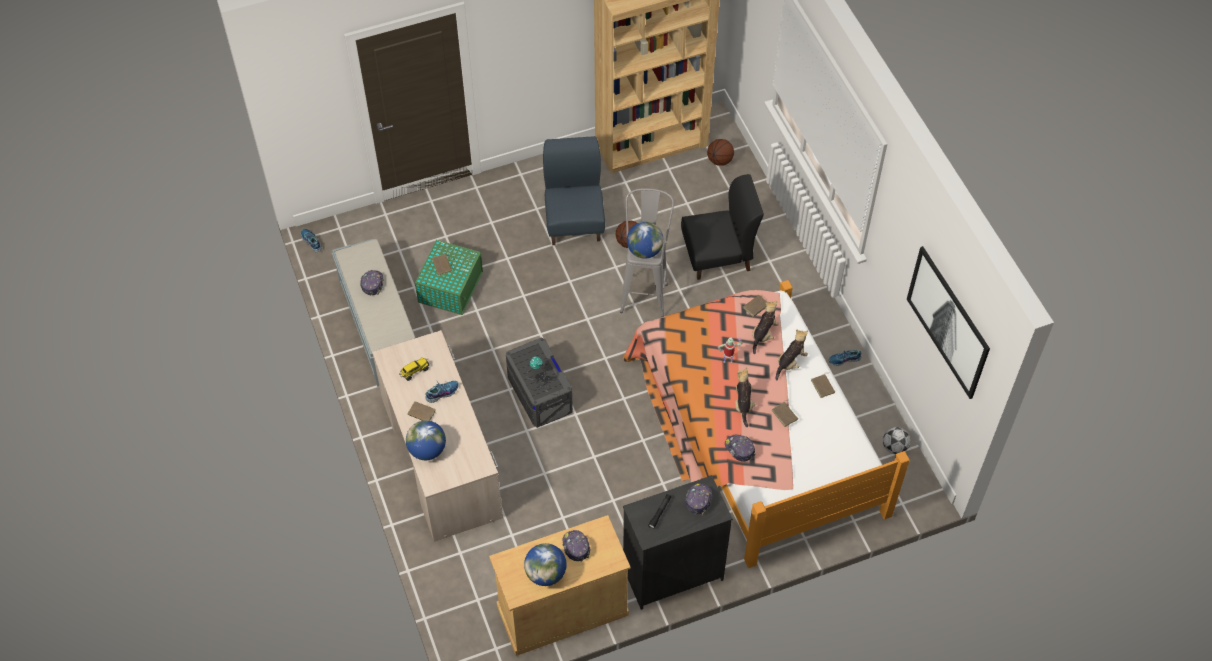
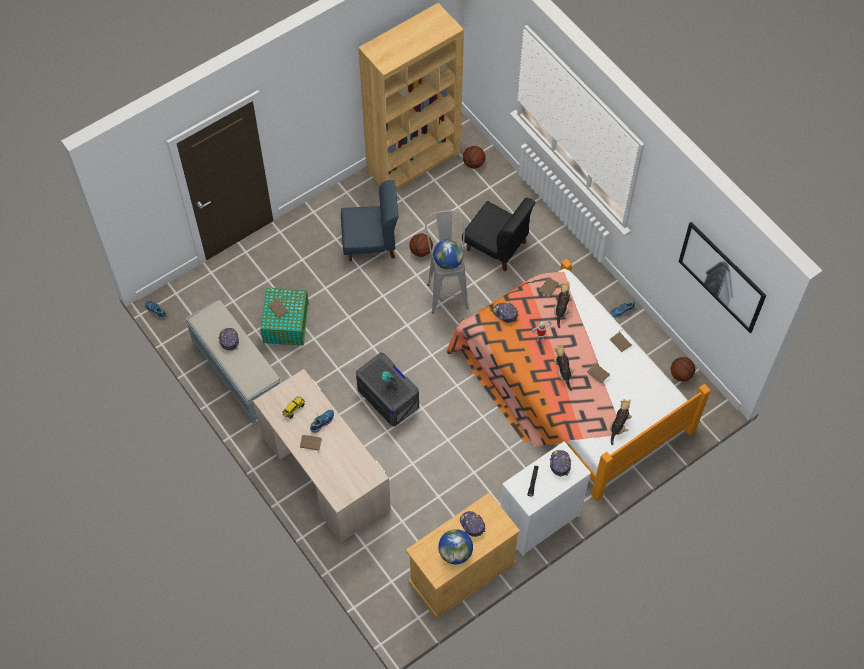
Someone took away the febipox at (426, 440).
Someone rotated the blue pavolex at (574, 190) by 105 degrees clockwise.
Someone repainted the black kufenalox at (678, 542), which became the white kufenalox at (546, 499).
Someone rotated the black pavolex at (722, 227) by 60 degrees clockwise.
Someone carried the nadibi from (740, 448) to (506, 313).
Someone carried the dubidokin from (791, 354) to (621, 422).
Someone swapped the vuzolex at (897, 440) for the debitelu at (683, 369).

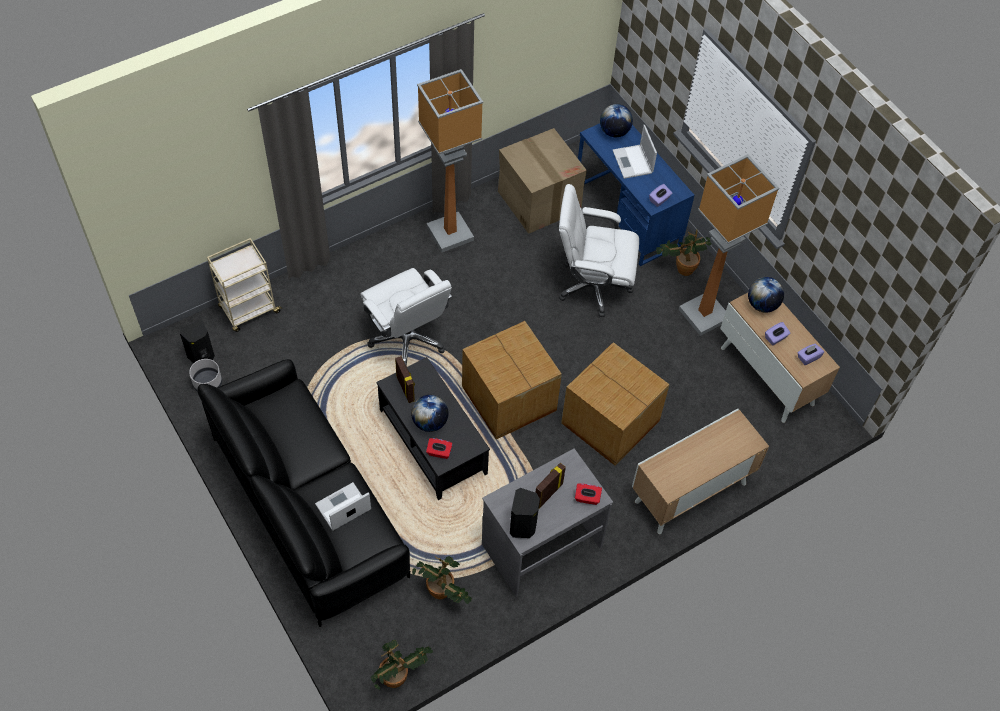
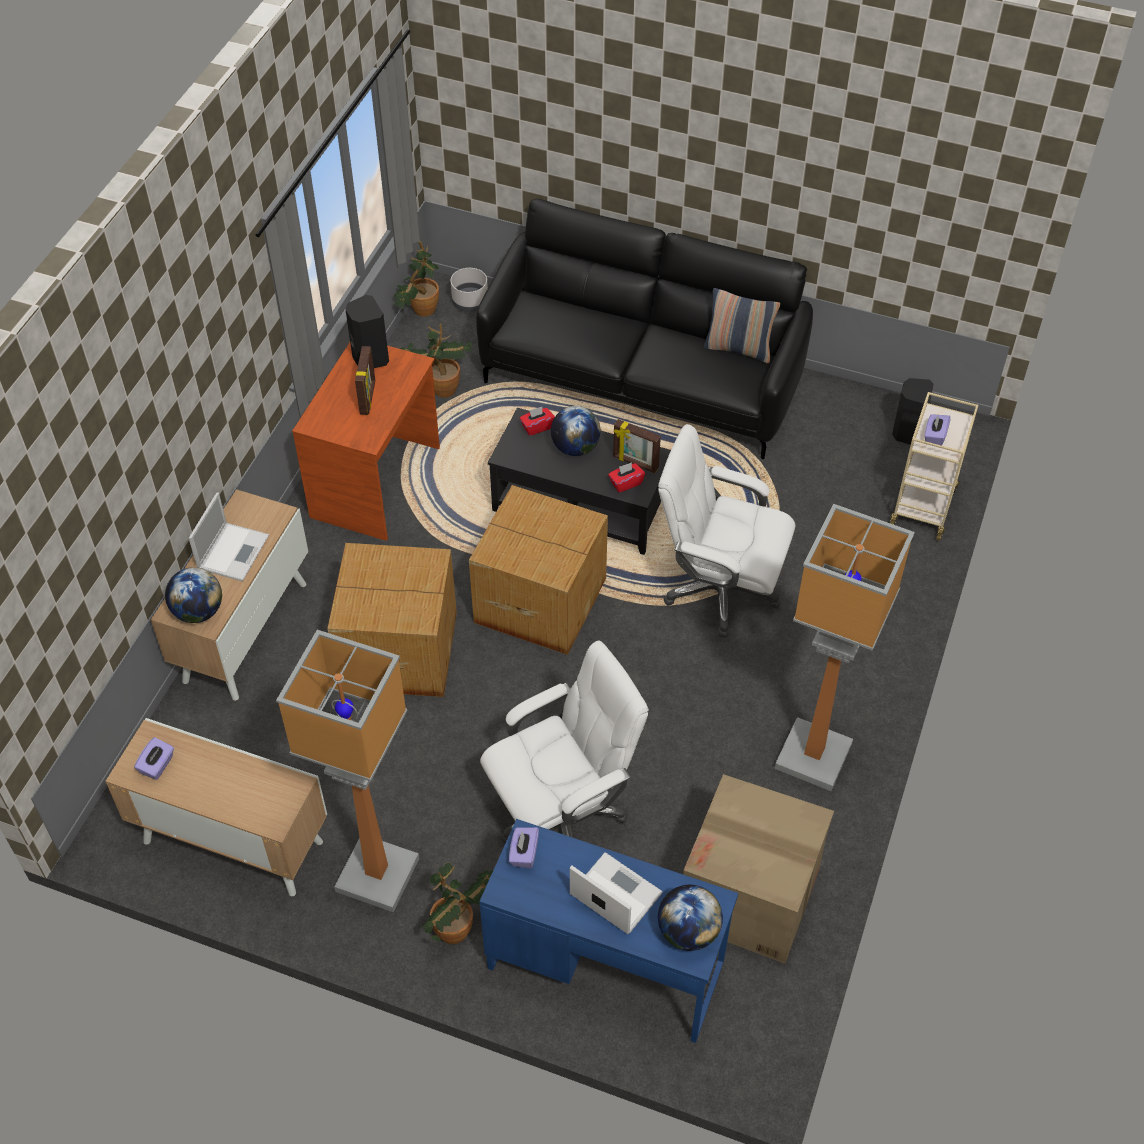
Someone carried the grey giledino from (205, 375) to (469, 290).
Someone carried the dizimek from (343, 506) to (229, 536).
Someone repainted the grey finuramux at (547, 522), which became the brown finuramux at (366, 441).
Someone carried the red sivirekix from (588, 494) to (626, 477).
Someone carried the febipox from (766, 295) to (193, 595).
Someone carried the purple sivirekix from (777, 333) to (937, 430).
Someone put down the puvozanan at (741, 325).

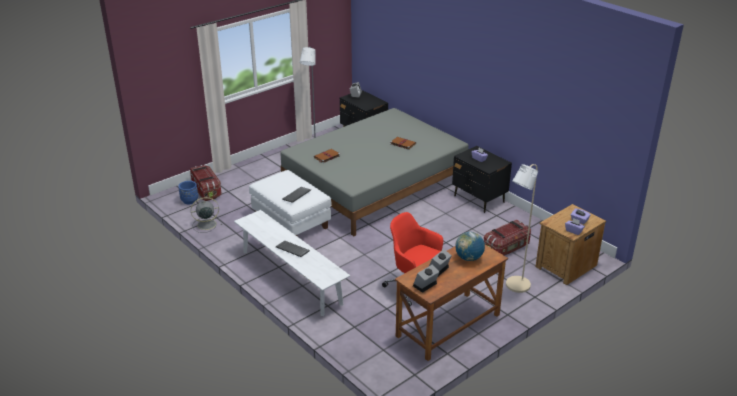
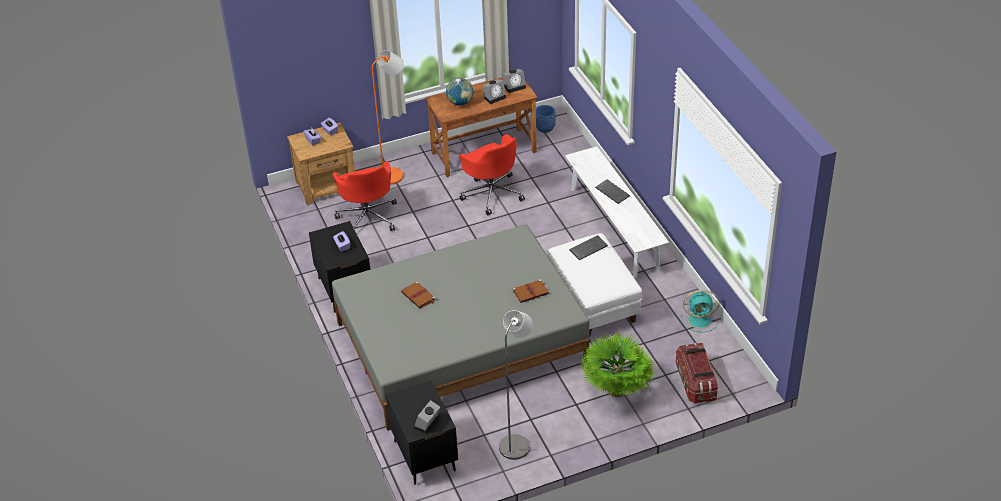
Someone carried the blue giledino from (188, 192) to (546, 119).
Someone repainted the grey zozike at (206, 215), which became the turquoise zozike at (700, 311).
Someone swapped the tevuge at (507, 238) for the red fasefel at (364, 196).
Someone repainted the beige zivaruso at (522, 228), which became the orange zivaruso at (388, 117).
Someone put down the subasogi at (617, 364).

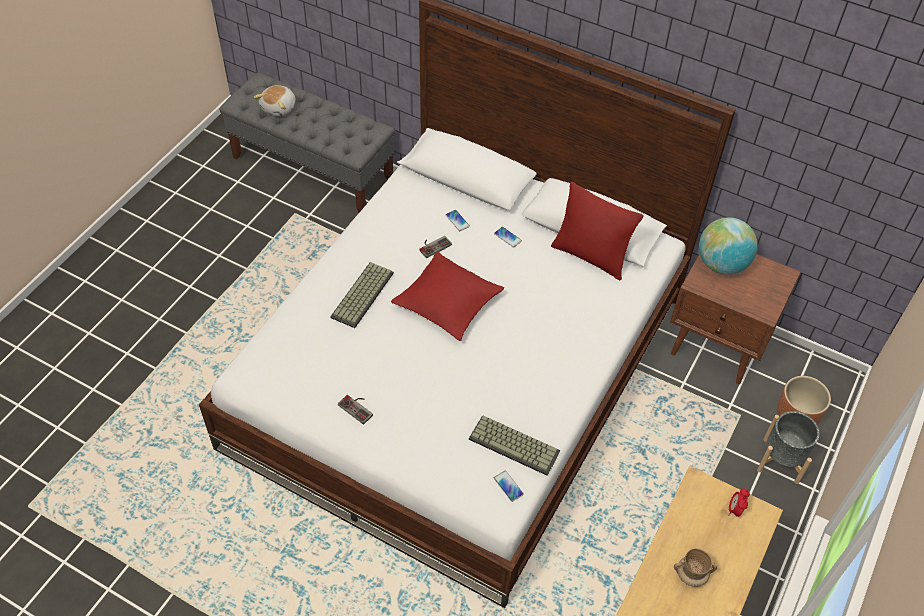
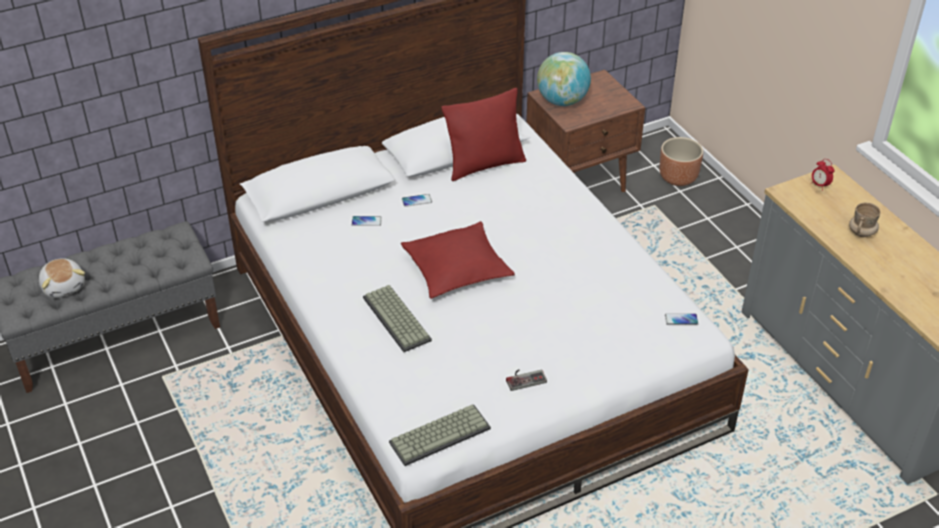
Someone took away the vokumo at (435, 247).
Someone carried the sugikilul from (514, 445) to (440, 435).
Someone took away the grey giledino at (788, 447).

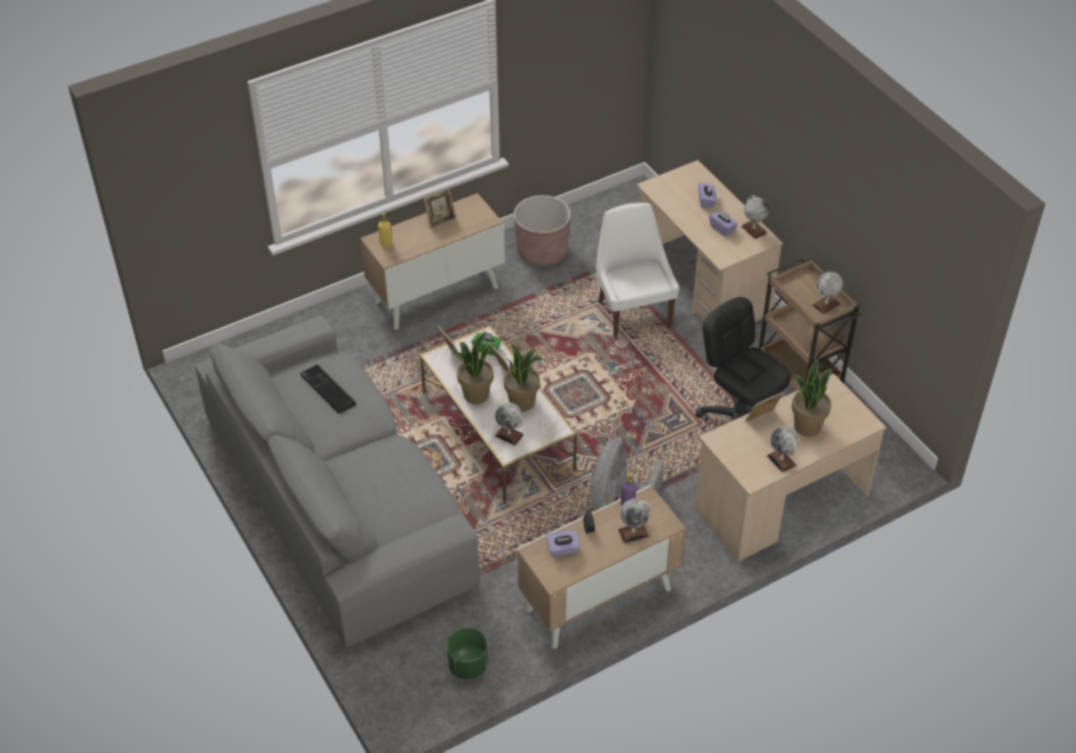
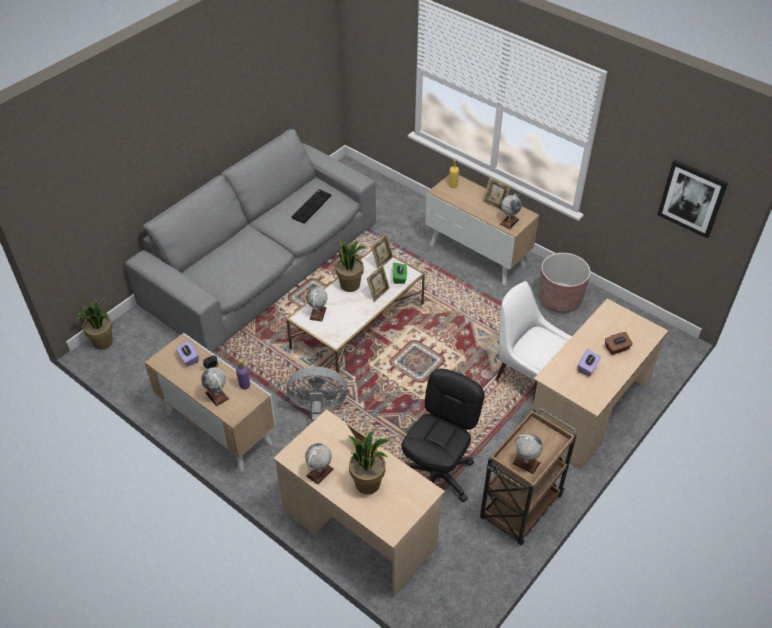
Someone took away the green giledino at (467, 653).
Someone carried the subasogi from (523, 377) to (94, 324).
Someone rotated the white pavolex at (637, 270) by 105 degrees counterclockwise.
Someone repainted the purple sivirekix at (707, 195), which became the brown sivirekix at (619, 343).
Someone carried the febipox from (755, 217) to (510, 211).
Someone put up the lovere at (692, 199).

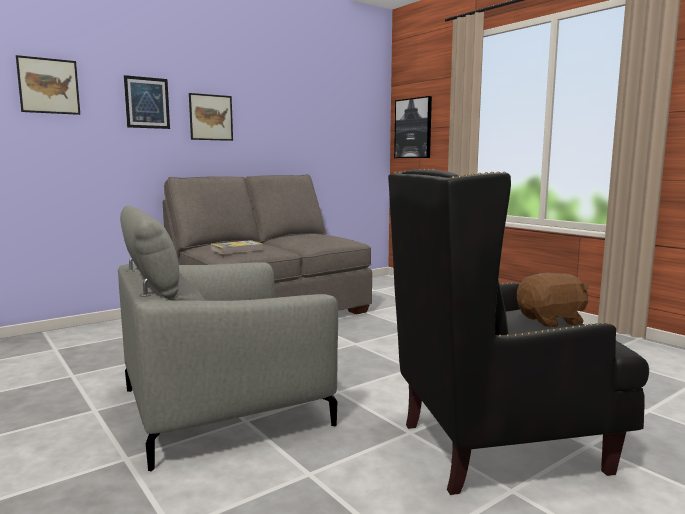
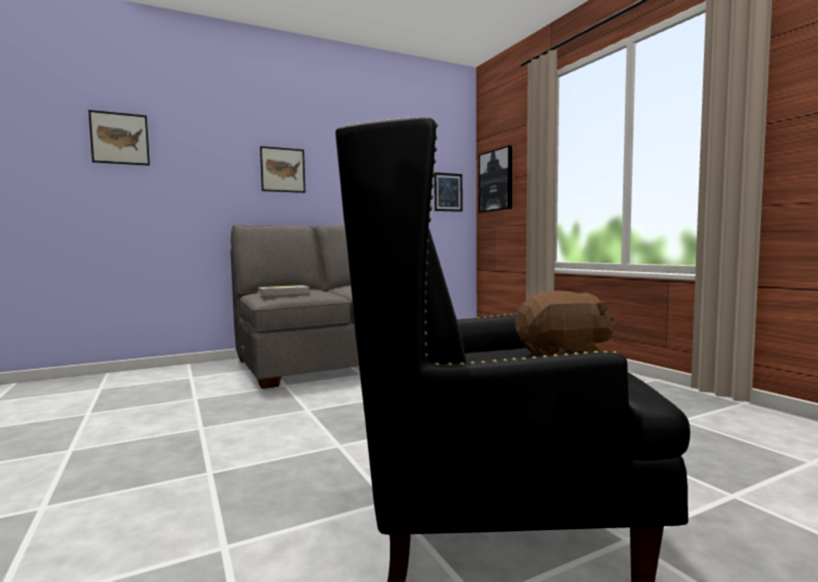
Someone took away the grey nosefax at (228, 338).
Someone carried the lovere from (147, 102) to (448, 192).

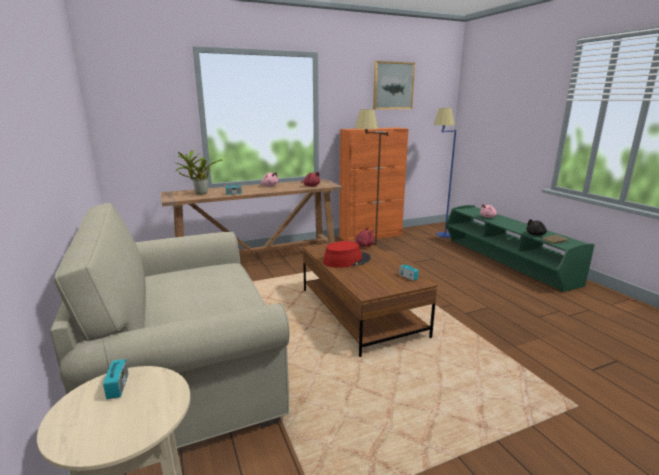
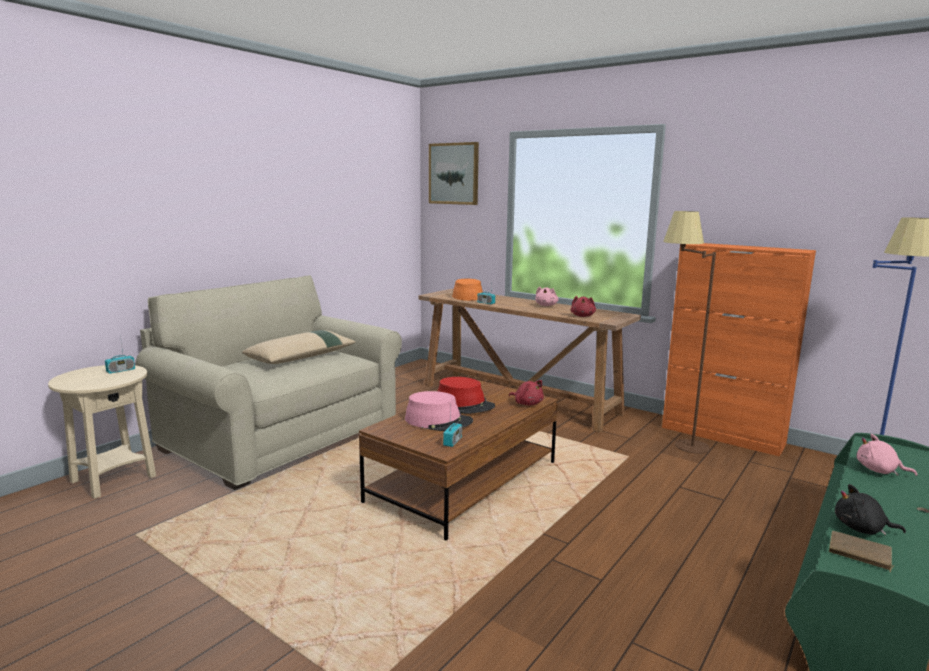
Someone swapped the subasogi at (199, 172) for the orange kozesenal at (467, 290).
Someone carried the lovere from (394, 85) to (454, 173).
Someone put down the beige puvozanan at (299, 347).
Someone put down the pink kozesenal at (439, 411).

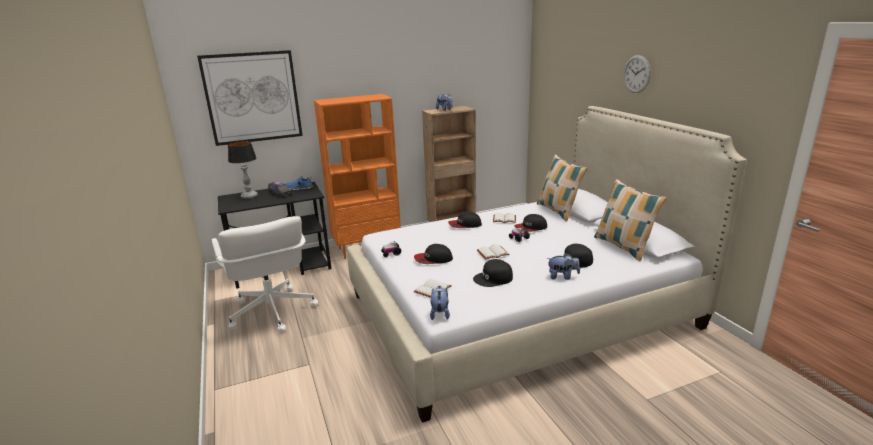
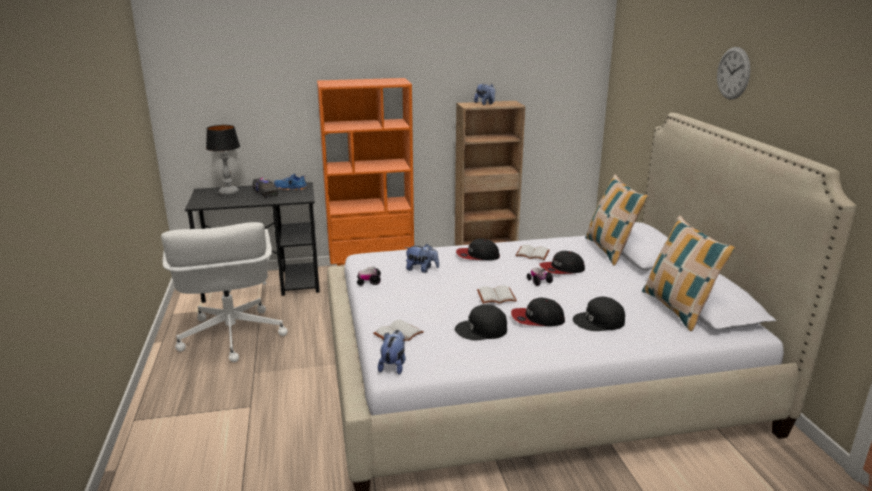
Someone took away the lovere at (250, 98).
Someone carried the nadibi from (433, 254) to (538, 312).
Someone carried the dubidokin from (563, 266) to (422, 258).

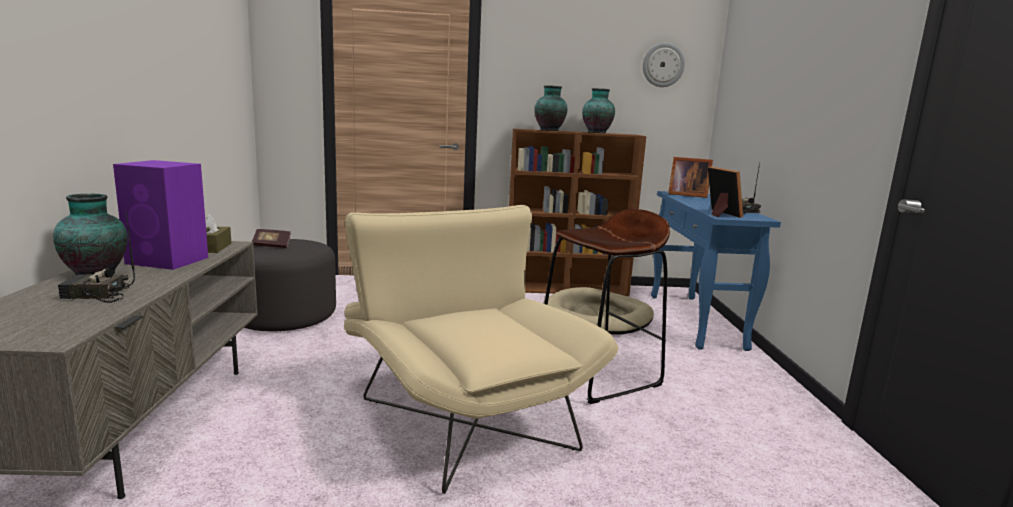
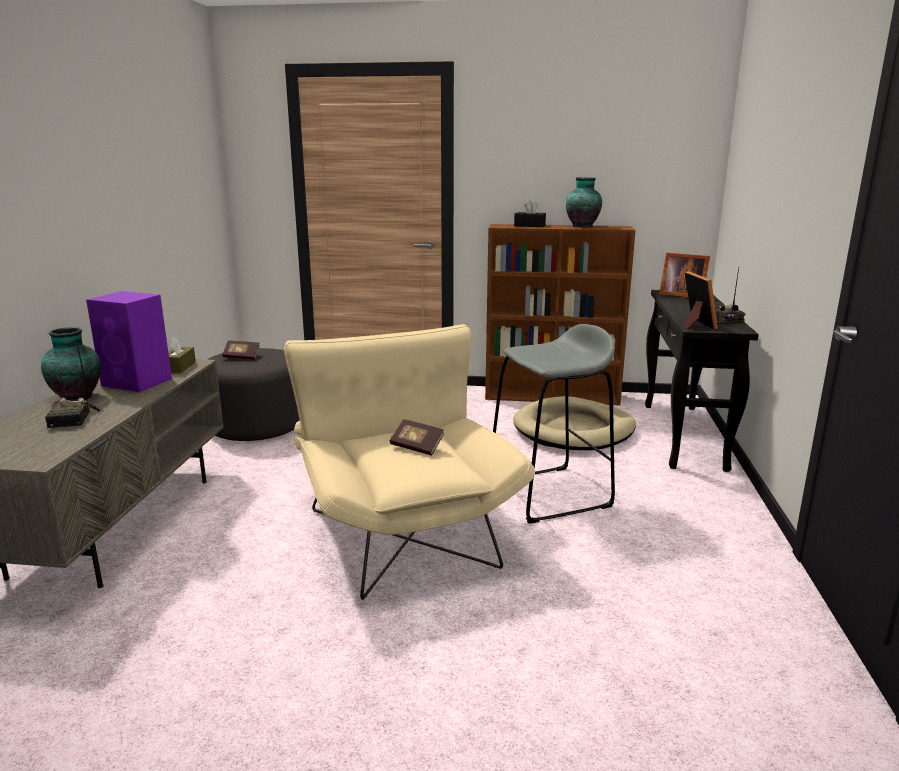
Someone rotated the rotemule at (96, 257) by 105 degrees counterclockwise.
Someone swapped the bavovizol at (551, 108) for the black sivirekix at (530, 214).
Someone repainted the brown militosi at (607, 306), which became the grey militosi at (554, 424).
Someone took away the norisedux at (664, 65).
Someone repainted the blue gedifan at (716, 271), which became the black gedifan at (702, 381).
Someone put down the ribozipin at (417, 437).

